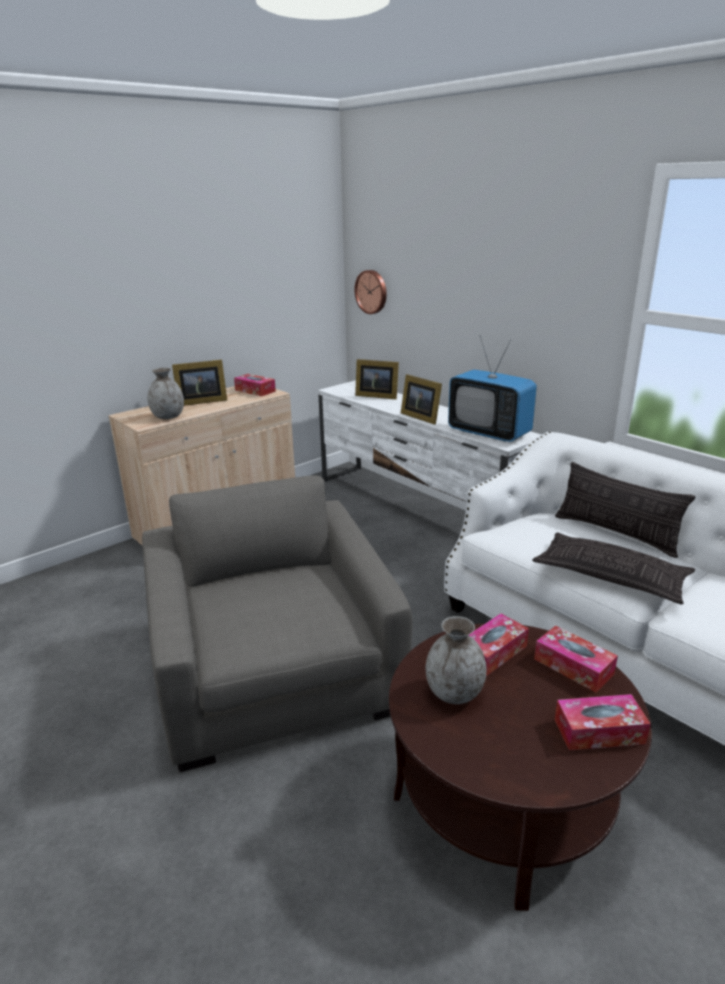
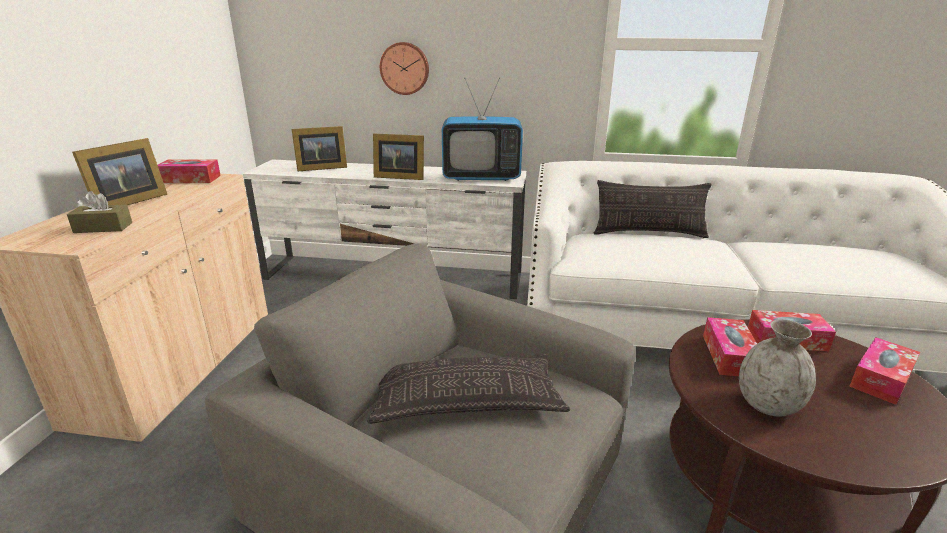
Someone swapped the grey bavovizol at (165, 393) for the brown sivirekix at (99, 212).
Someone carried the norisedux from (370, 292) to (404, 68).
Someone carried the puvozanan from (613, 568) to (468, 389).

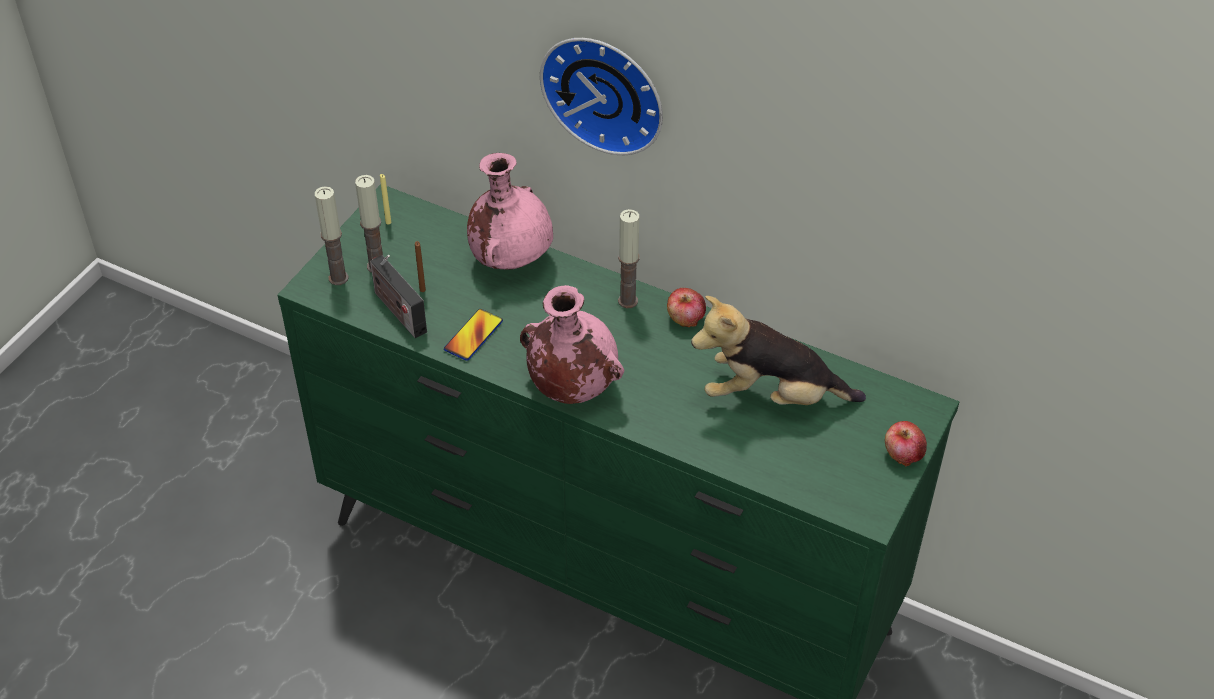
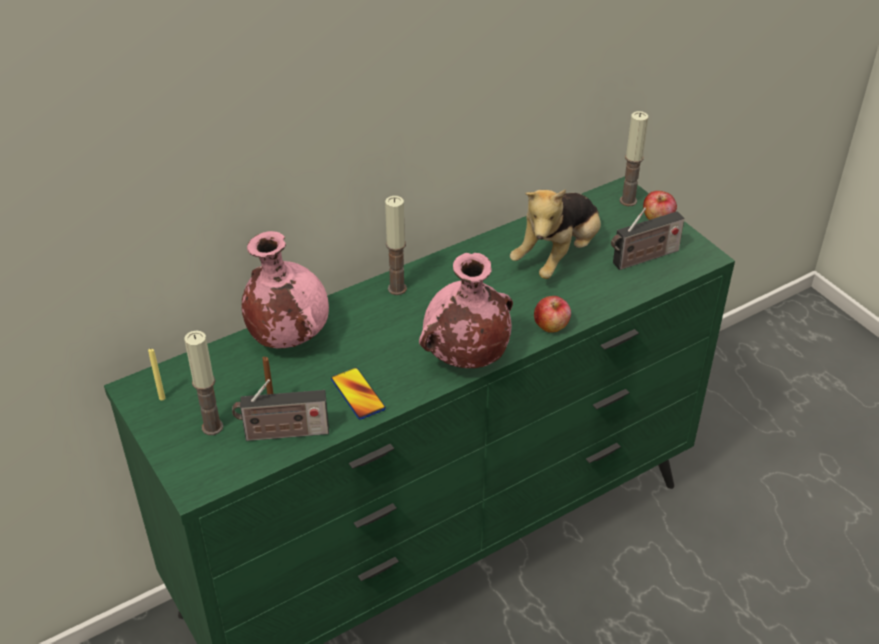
Someone carried the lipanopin from (332, 235) to (634, 158).
Someone took away the norisedux at (601, 96).
Someone carried the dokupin from (686, 307) to (552, 314).
Someone put down the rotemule at (648, 239).

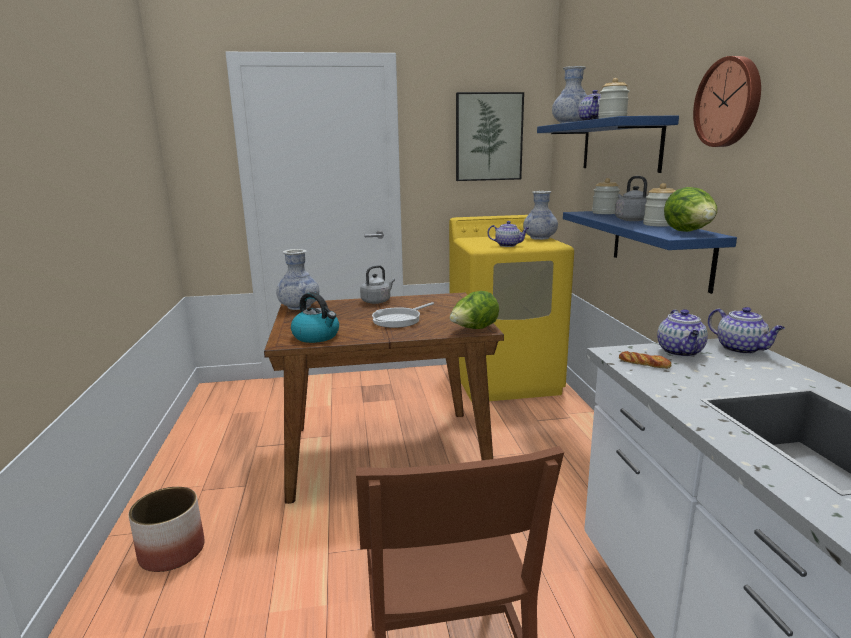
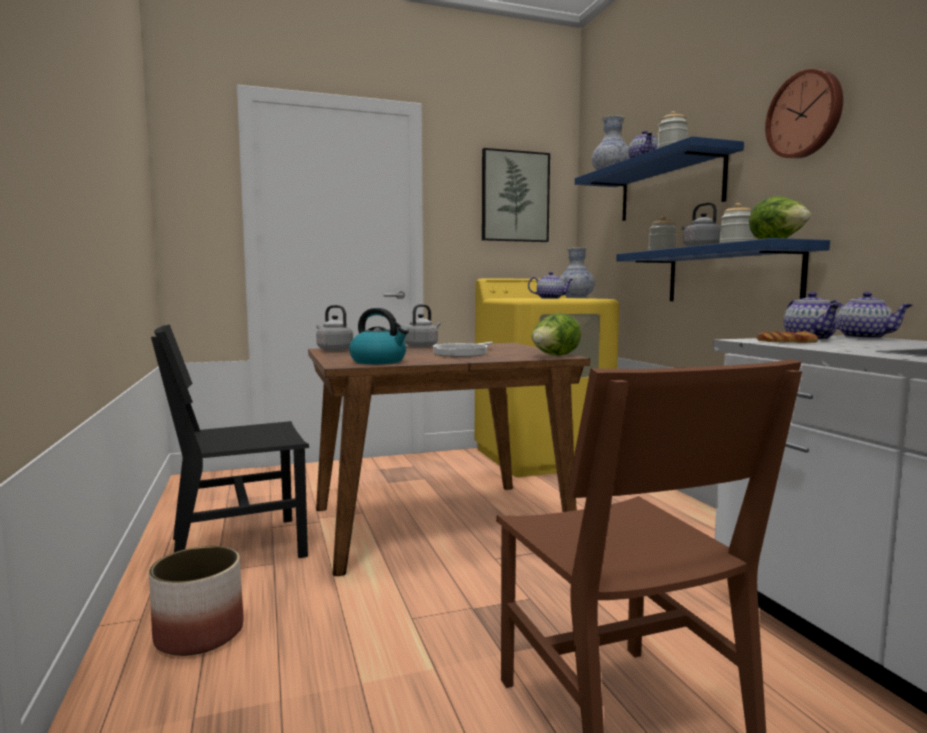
Someone swapped the bavovizol at (297, 279) for the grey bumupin at (334, 328).
Someone put down the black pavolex at (230, 441).

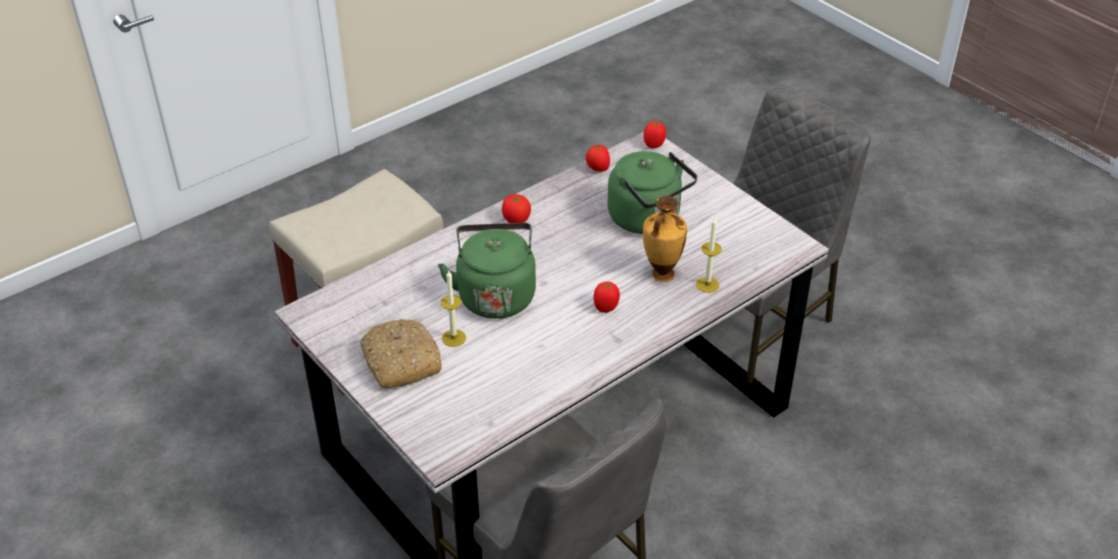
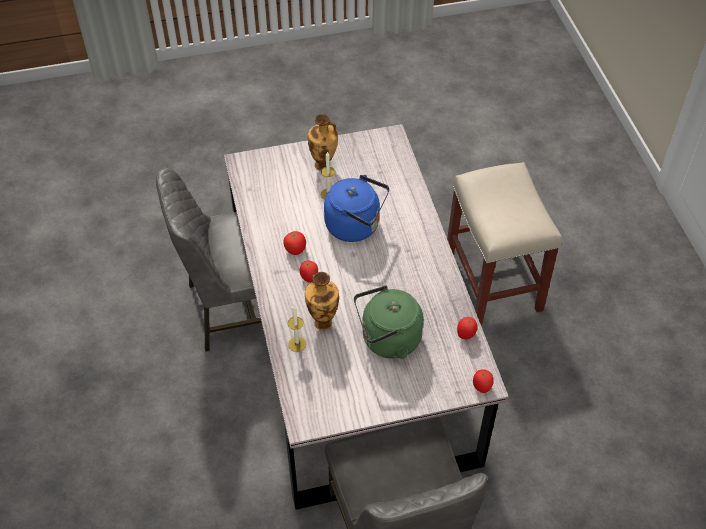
Someone swapped the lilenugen at (401, 353) for the bavovizol at (323, 142).
Someone repainted the green bumupin at (487, 271), which became the blue bumupin at (356, 208).
Someone carried the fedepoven from (516, 208) to (294, 243).

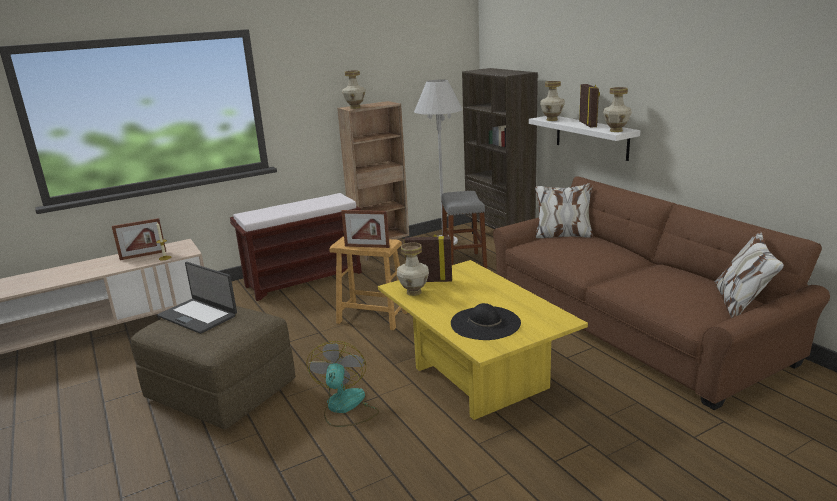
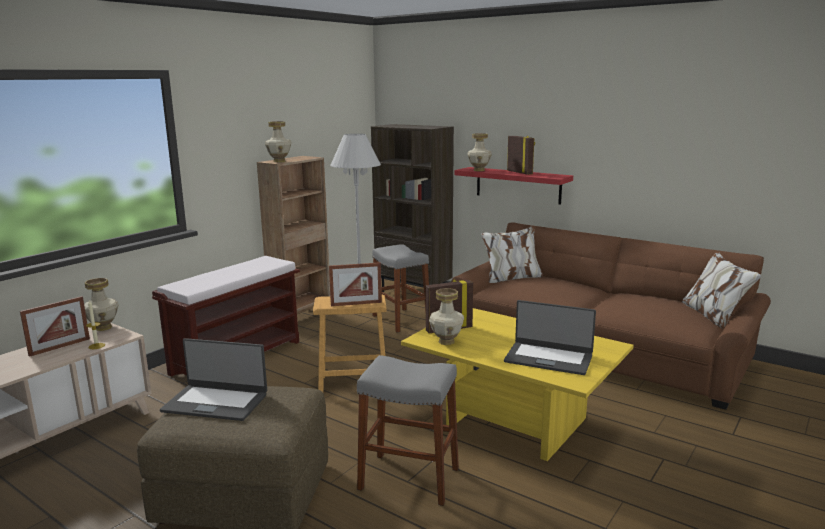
Someone swapped the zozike at (342, 384) for the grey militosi at (408, 430).
Someone swapped the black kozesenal at (486, 321) for the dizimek at (550, 337).
Someone repainted the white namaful at (584, 138), which became the red namaful at (513, 185).
Someone carried the bavovizol from (617, 109) to (101, 304).

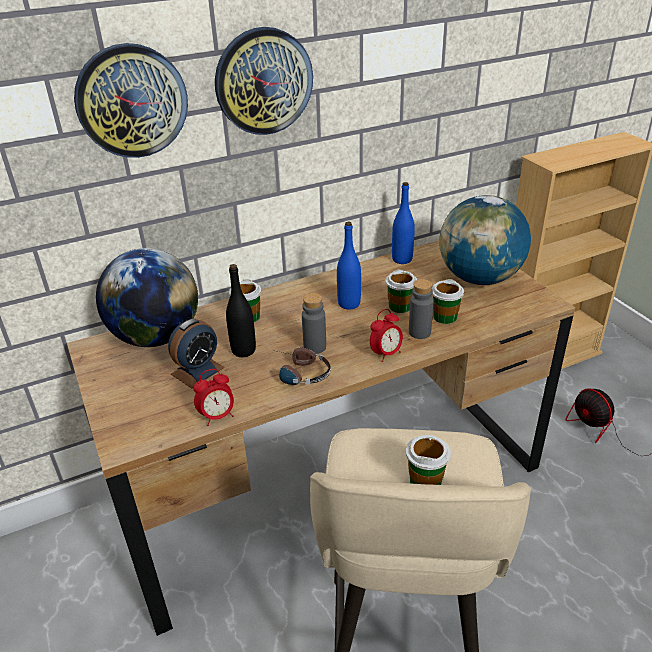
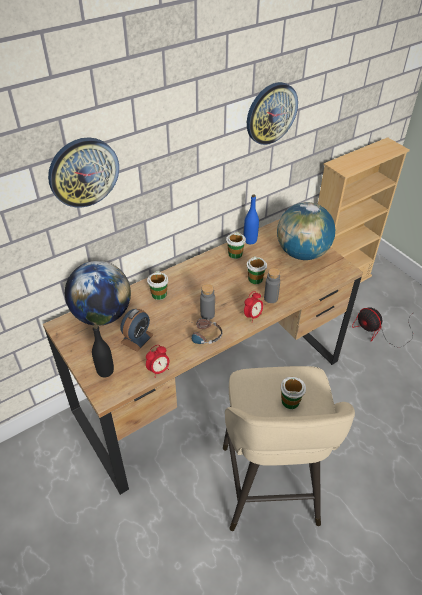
Someone carried the norisedux from (264, 81) to (272, 113).
Someone carried the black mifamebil from (241, 310) to (103, 350).
Someone took away the blue mifamebil at (349, 266).
Someone carried the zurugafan from (448, 301) to (236, 245).

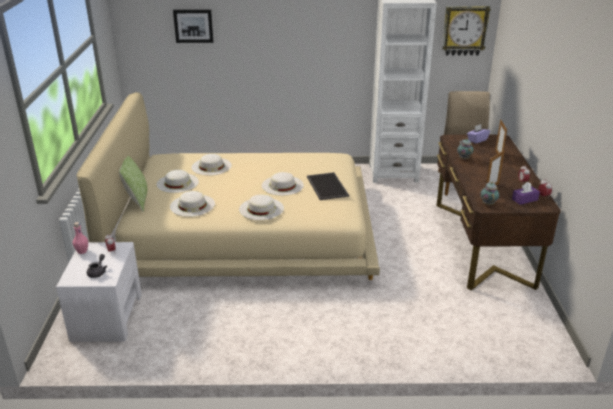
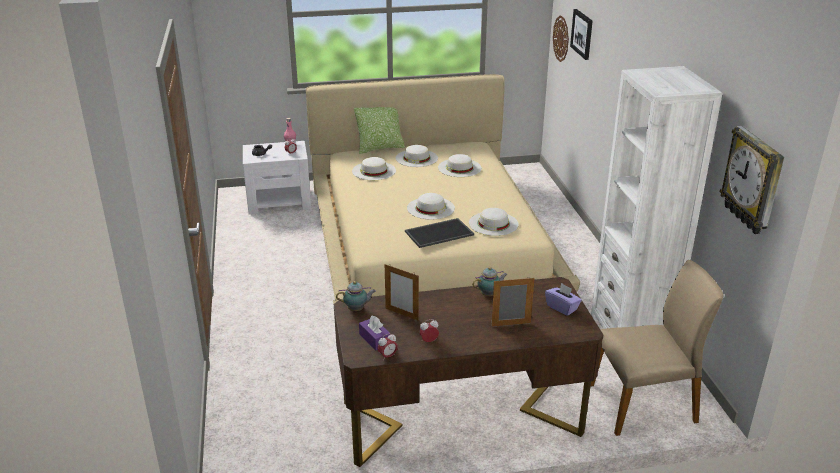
Someone carried the white kozesenal from (261, 207) to (494, 222).
Someone put up the norisedux at (561, 38).

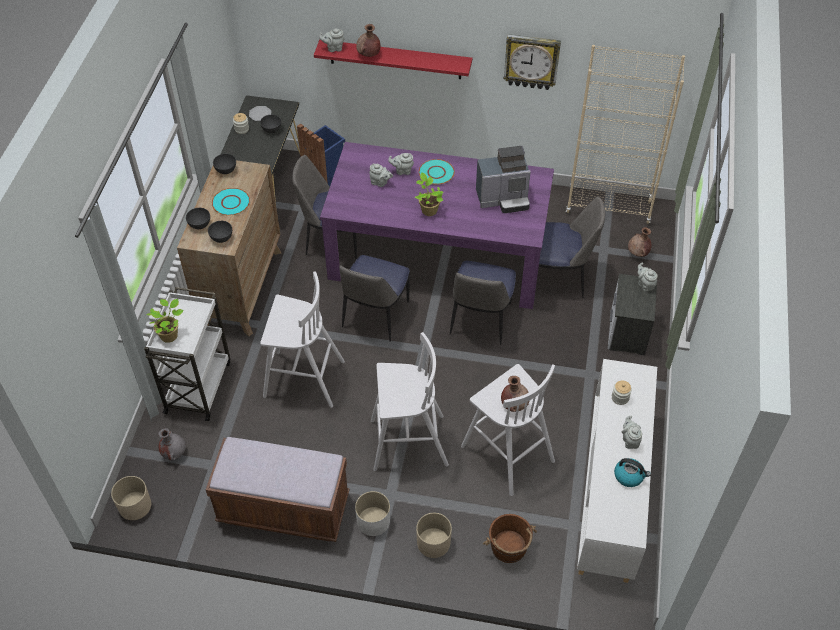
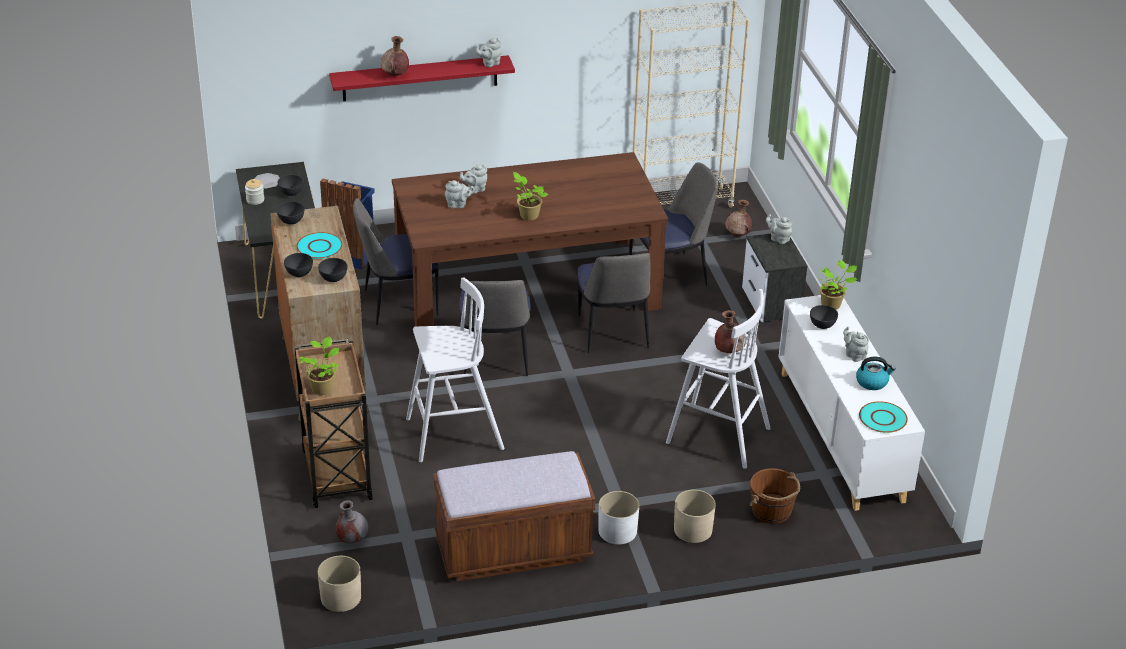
Someone repainted the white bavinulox at (187, 354), which became the brown bavinulox at (333, 423).
Someone carried the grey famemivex from (332, 40) to (489, 52).
Someone repainted the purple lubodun at (437, 225), which became the brown lubodun at (530, 239).
Someone took away the white militosi at (410, 401).
Someone carried the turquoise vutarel from (437, 172) to (883, 417).
Someone took away the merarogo at (503, 179).
Someone took away the norisedux at (532, 62).
Someone swapped the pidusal at (622, 393) for the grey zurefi at (824, 317).
Someone put down the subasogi at (838, 285).

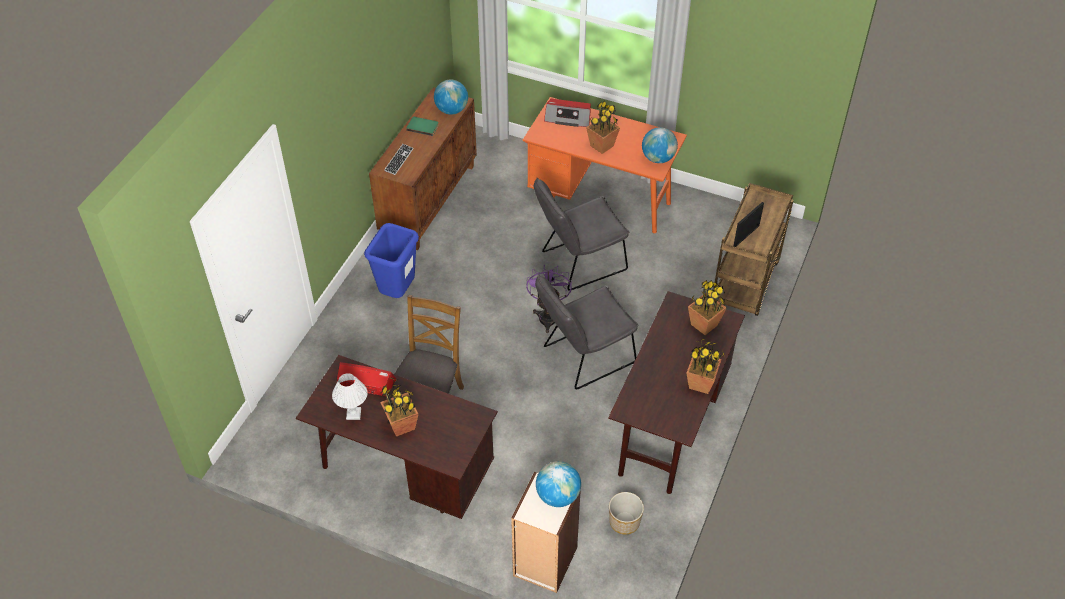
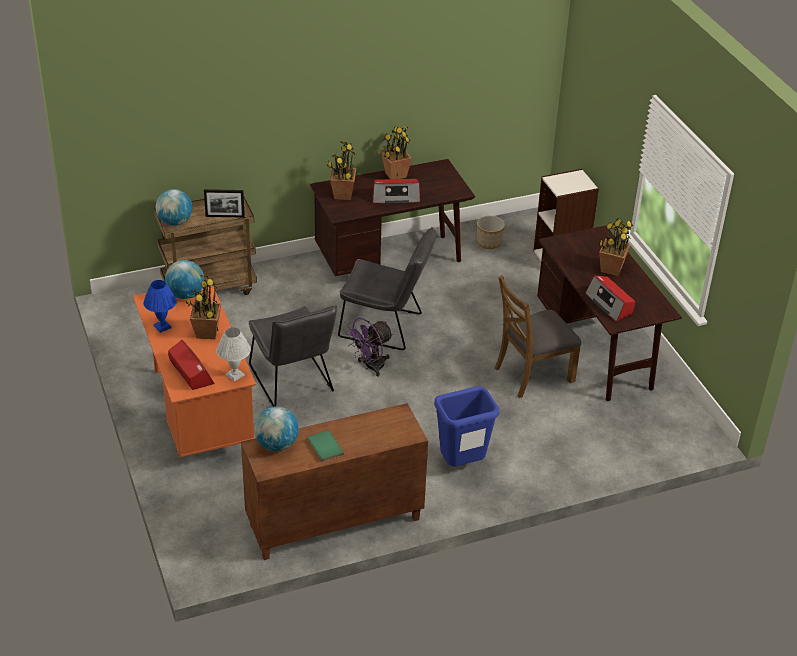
Someone carried the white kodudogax from (350, 396) to (233, 354).
Someone took away the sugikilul at (399, 159).
Someone rotated the grey pavolex at (581, 234) by 45 degrees clockwise.
Someone carried the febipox from (558, 484) to (174, 207).
Someone put down the blue kodudogax at (160, 306).
Someone put down the rotemule at (396, 191).

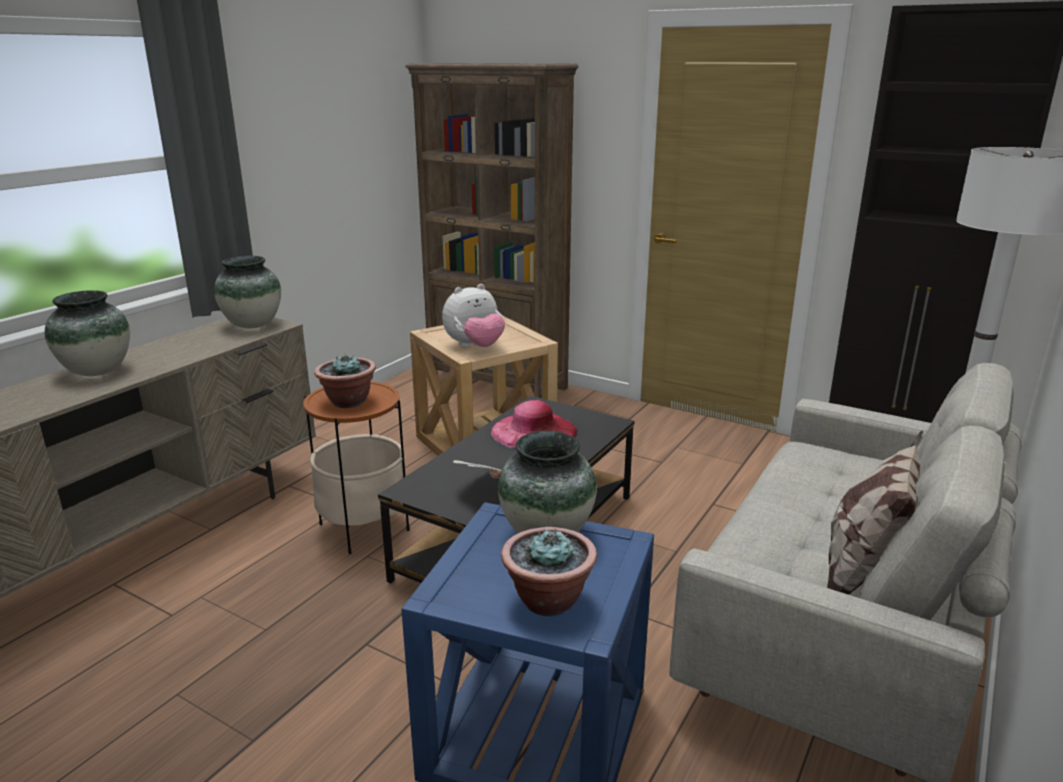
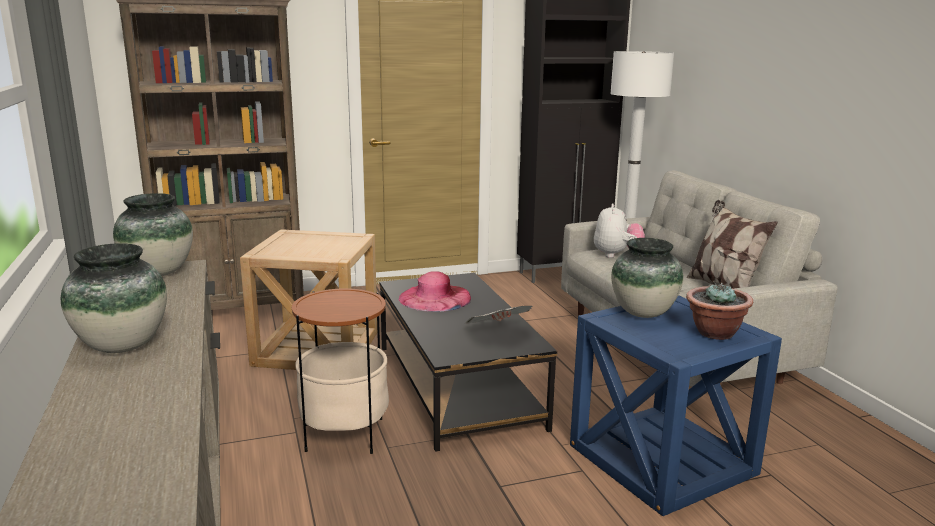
Someone took away the subasogi at (345, 381).
Someone carried the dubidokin from (473, 315) to (619, 230).

